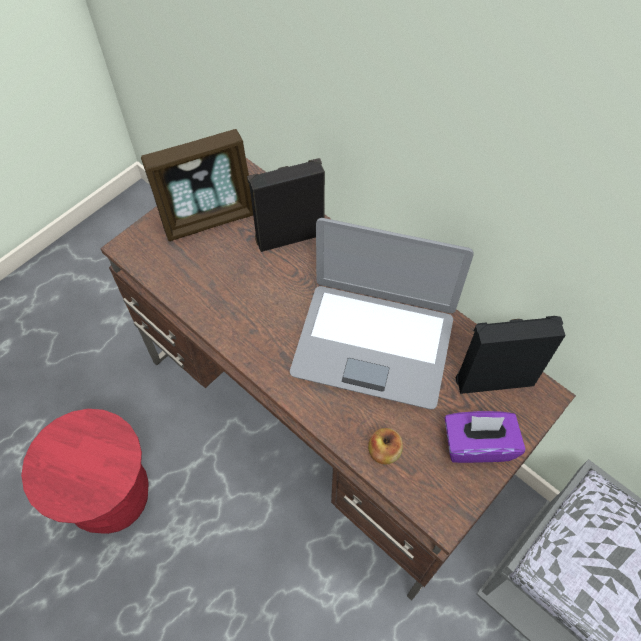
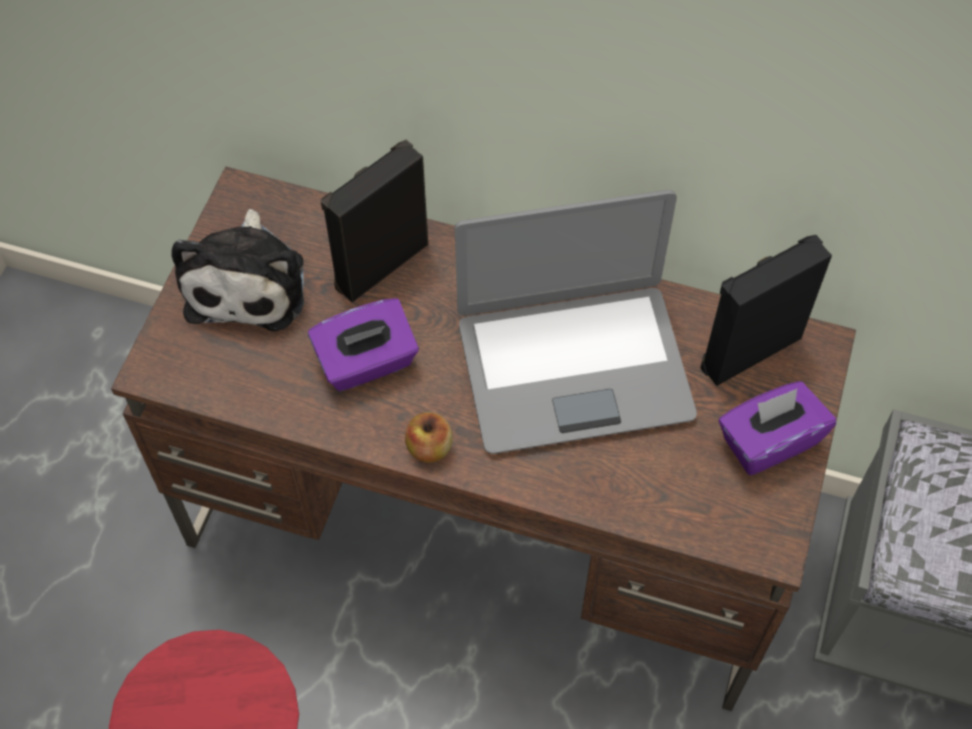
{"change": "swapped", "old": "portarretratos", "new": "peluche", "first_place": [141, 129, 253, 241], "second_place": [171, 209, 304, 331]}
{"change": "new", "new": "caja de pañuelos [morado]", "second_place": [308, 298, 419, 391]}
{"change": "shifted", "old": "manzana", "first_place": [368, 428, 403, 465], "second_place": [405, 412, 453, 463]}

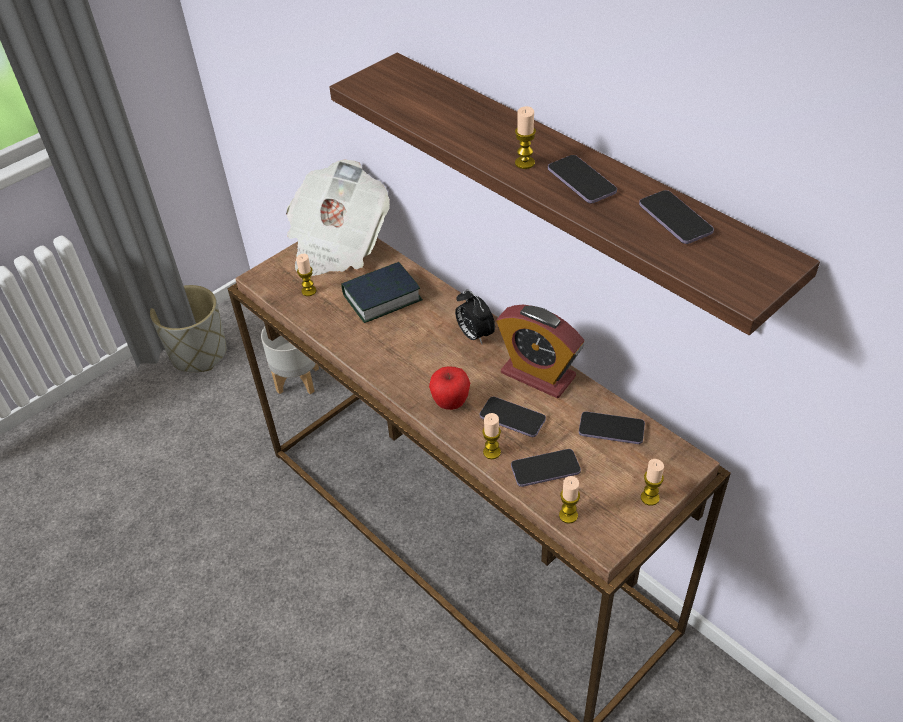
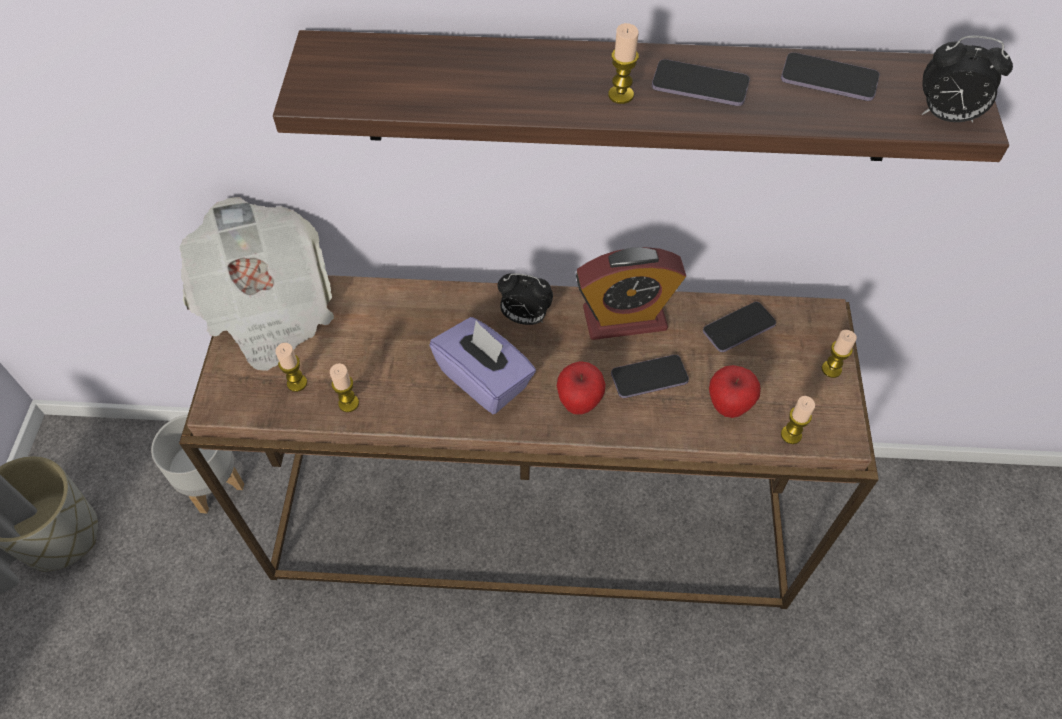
{"change": "shifted", "old": "vela", "first_place": [482, 413, 501, 459], "second_place": [330, 363, 359, 412]}
{"change": "new", "new": "caja de pañuelos [morado]", "second_place": [429, 317, 536, 414]}
{"change": "swapped", "old": "móvil", "new": "manzana", "first_place": [511, 449, 581, 487], "second_place": [709, 365, 761, 418]}
{"change": "new", "new": "despertador", "second_place": [922, 36, 1013, 123]}
{"change": "gone", "old": "libro", "first_place": [341, 262, 423, 323]}

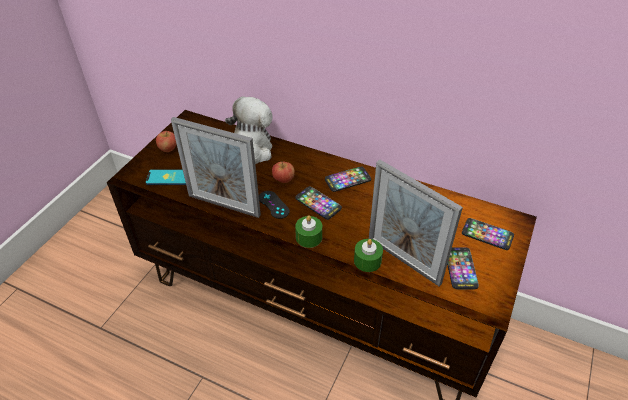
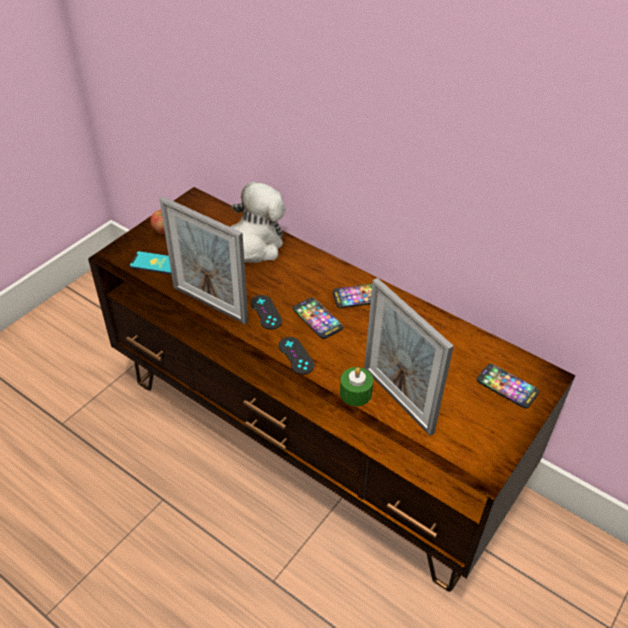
{"change": "swapped", "old": "vela [verde]", "new": "mando de consola [negro]", "first_place": [295, 215, 322, 248], "second_place": [279, 337, 314, 375]}
{"change": "gone", "old": "manzana", "first_place": [272, 161, 295, 183]}
{"change": "gone", "old": "móvil", "first_place": [447, 247, 479, 289]}

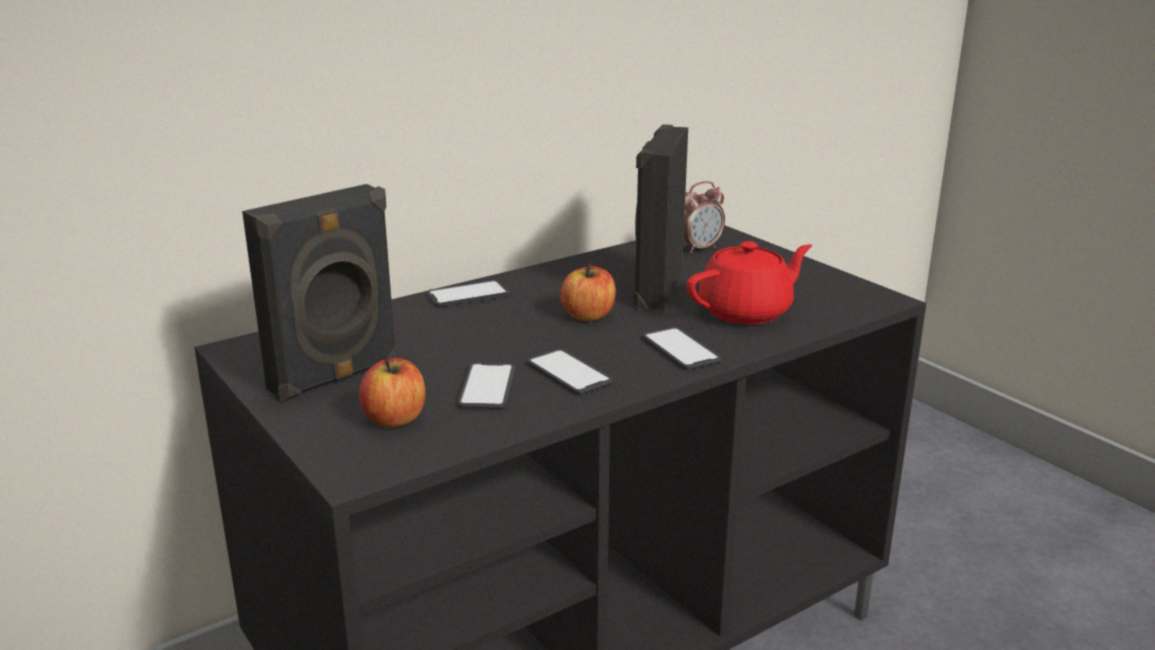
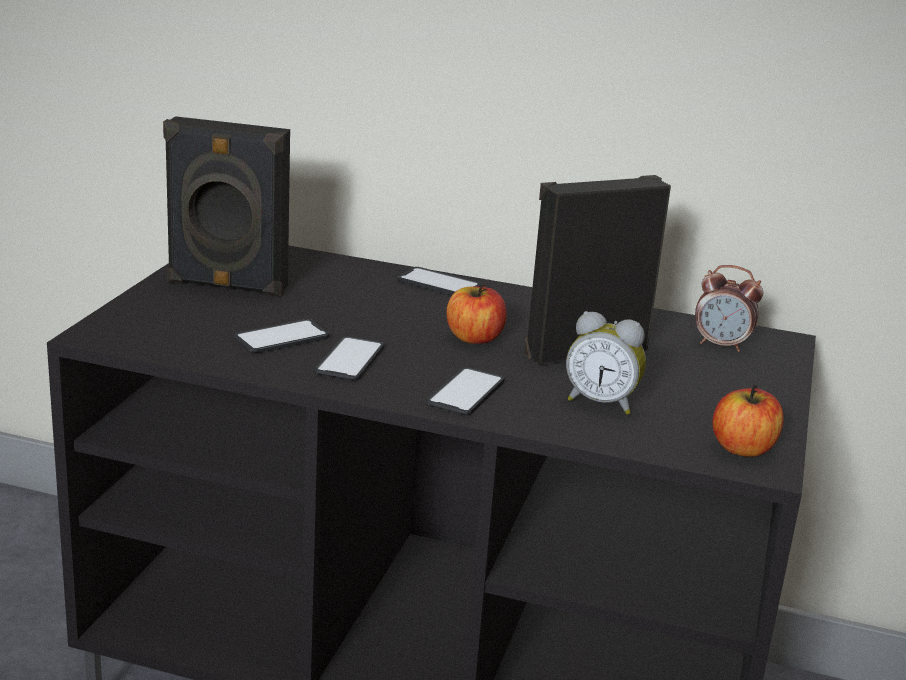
{"change": "swapped", "old": "tetera [rojo]", "new": "despertador", "first_place": [687, 241, 813, 325], "second_place": [566, 311, 646, 415]}
{"change": "shifted", "old": "manzana", "first_place": [359, 356, 425, 427], "second_place": [712, 385, 784, 457]}

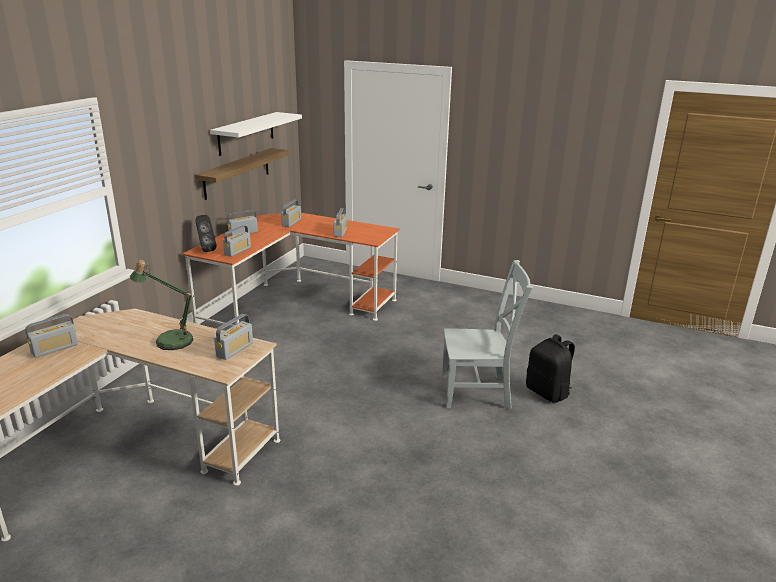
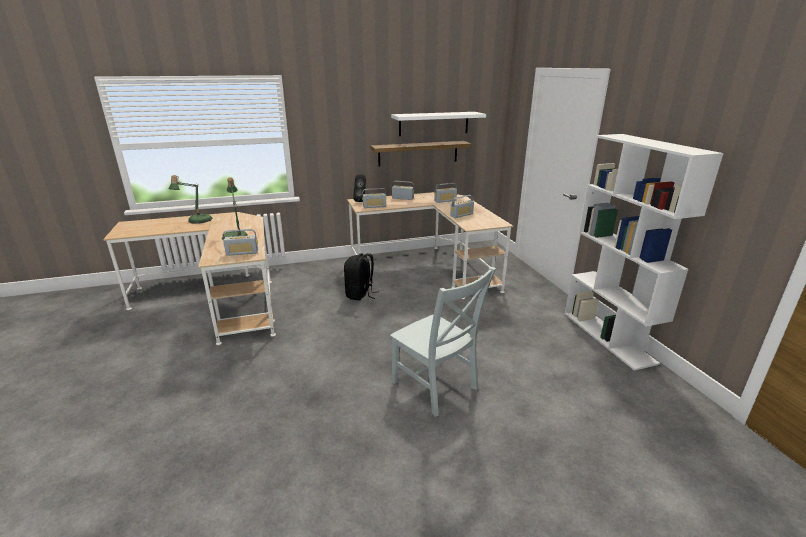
{"change": "swapped", "old": "radio", "new": "lámpara de mesa", "first_place": [25, 314, 78, 358], "second_place": [168, 175, 212, 224]}
{"change": "shifted", "old": "mochila [negro]", "first_place": [526, 334, 575, 403], "second_place": [344, 253, 375, 301]}
{"change": "repainted", "old": "escritorio [naranja]", "new": "escritorio [beis]", "first_place": [182, 213, 400, 327], "second_place": [347, 192, 513, 299]}
{"change": "new", "new": "estantería [blanco]", "second_place": [565, 134, 724, 370]}

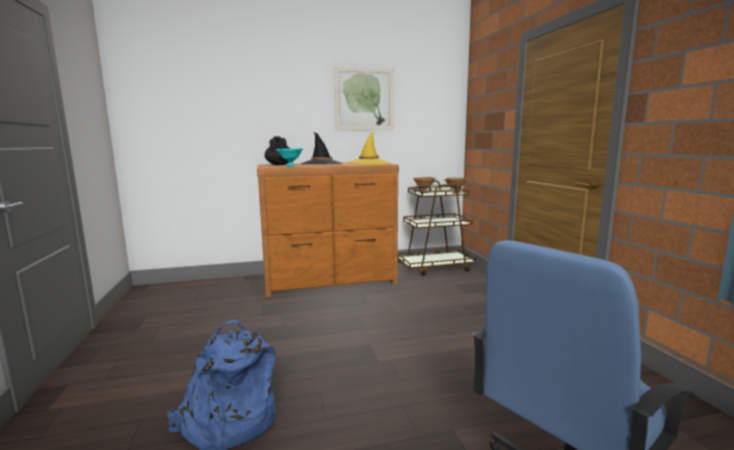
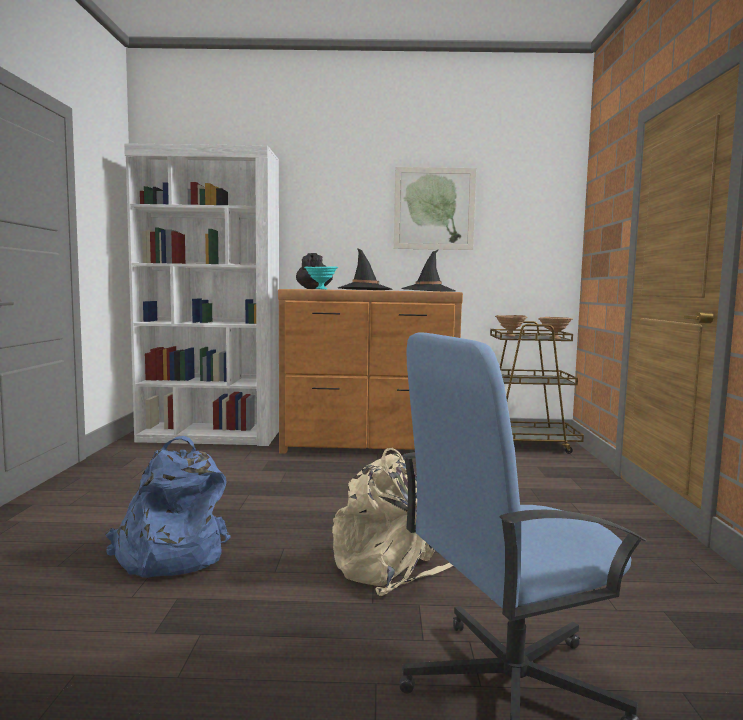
{"change": "new", "new": "estantería [blanco]", "second_place": [124, 143, 279, 446]}
{"change": "new", "new": "mochila [beis]", "second_place": [332, 448, 453, 596]}
{"change": "repainted", "old": "sombrero [amarillo]", "new": "sombrero [negro]", "first_place": [349, 132, 389, 164], "second_place": [401, 250, 456, 292]}

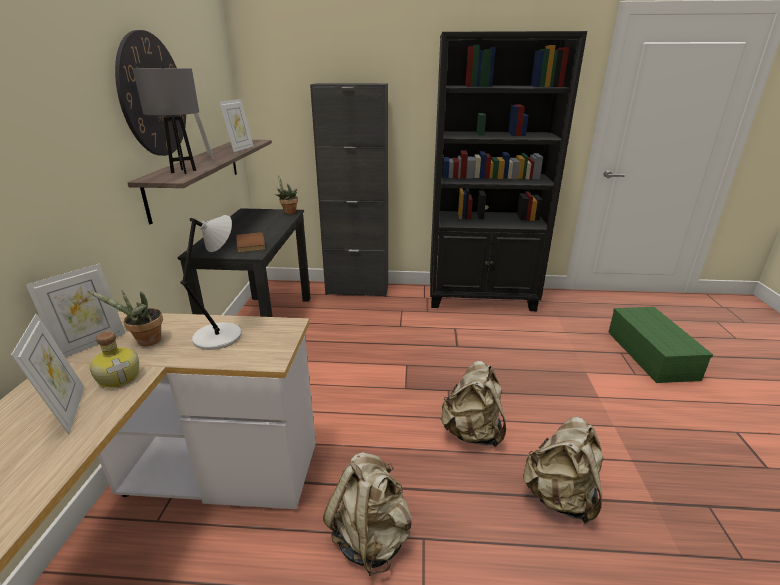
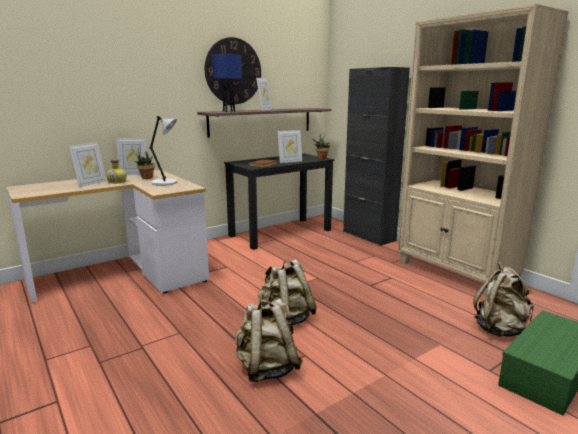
{"change": "repainted", "old": "lámpara de mesa [gris]", "new": "lámpara de mesa [azul]", "first_place": [133, 68, 199, 174], "second_place": [212, 54, 242, 112]}
{"change": "shifted", "old": "portarretratos", "first_place": [219, 99, 253, 152], "second_place": [278, 130, 302, 163]}
{"change": "repainted", "old": "estantería [negro]", "new": "estantería [beis]", "first_place": [430, 31, 587, 311], "second_place": [398, 4, 569, 297]}
{"change": "shifted", "old": "mochila [beis]", "first_place": [323, 452, 412, 576], "second_place": [473, 262, 534, 337]}

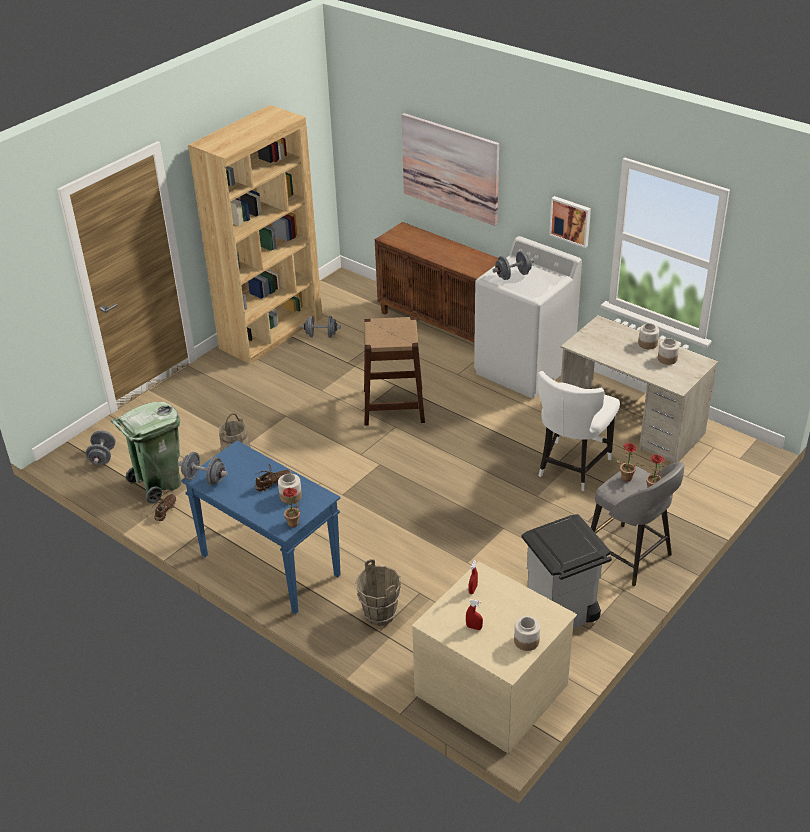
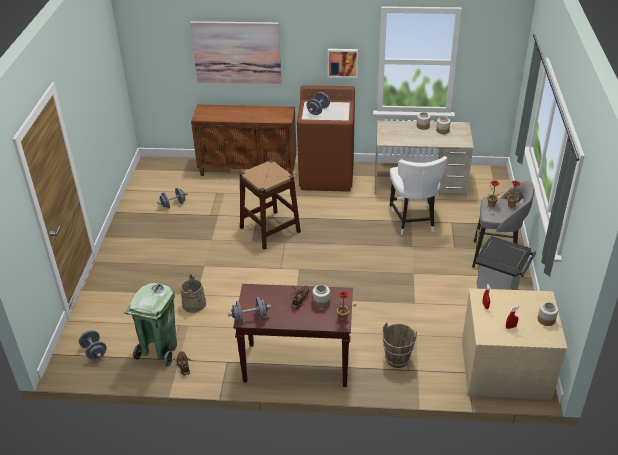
{"change": "repainted", "old": "mesa consola [azul]", "new": "mesa consola [marrón]", "first_place": [181, 441, 341, 614], "second_place": [233, 284, 353, 387]}
{"change": "repainted", "old": "lavadora [blanco]", "new": "lavadora [marrón]", "first_place": [474, 236, 582, 399], "second_place": [297, 85, 355, 192]}
{"change": "gone", "old": "estantería [marrón]", "first_place": [188, 105, 323, 364]}

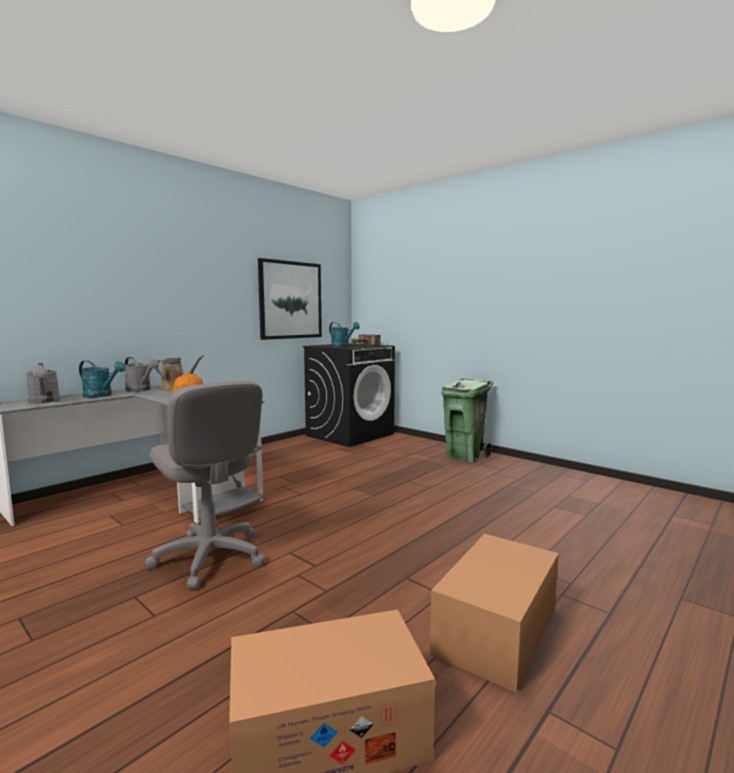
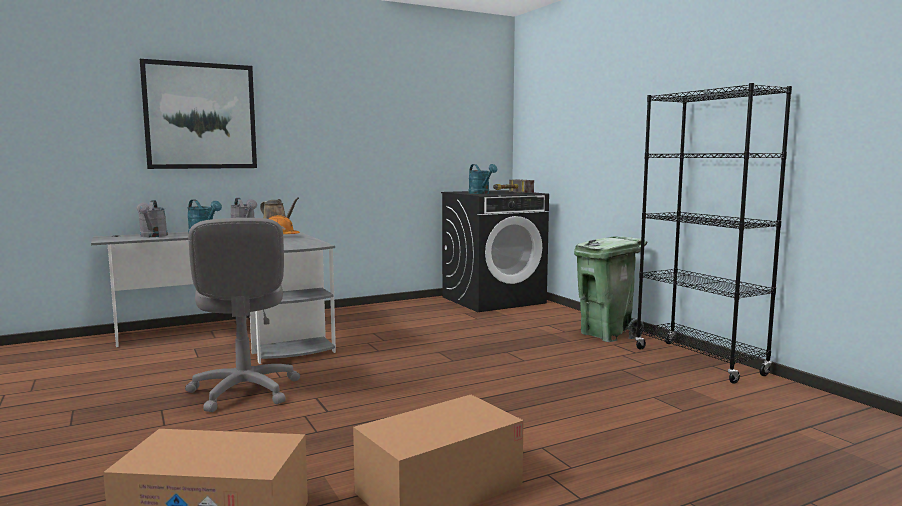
{"change": "shifted", "old": "cuadro", "first_place": [258, 258, 322, 340], "second_place": [140, 59, 257, 169]}
{"change": "new", "new": "estantería [negro]", "second_place": [635, 83, 792, 384]}

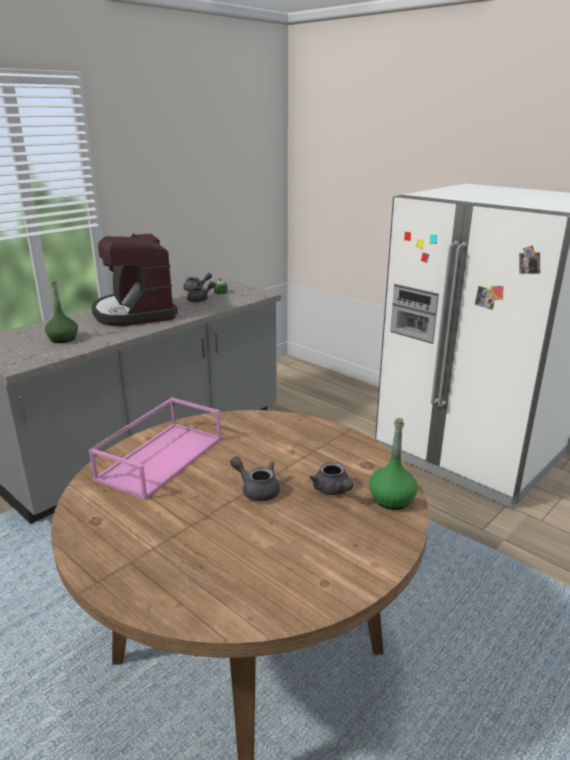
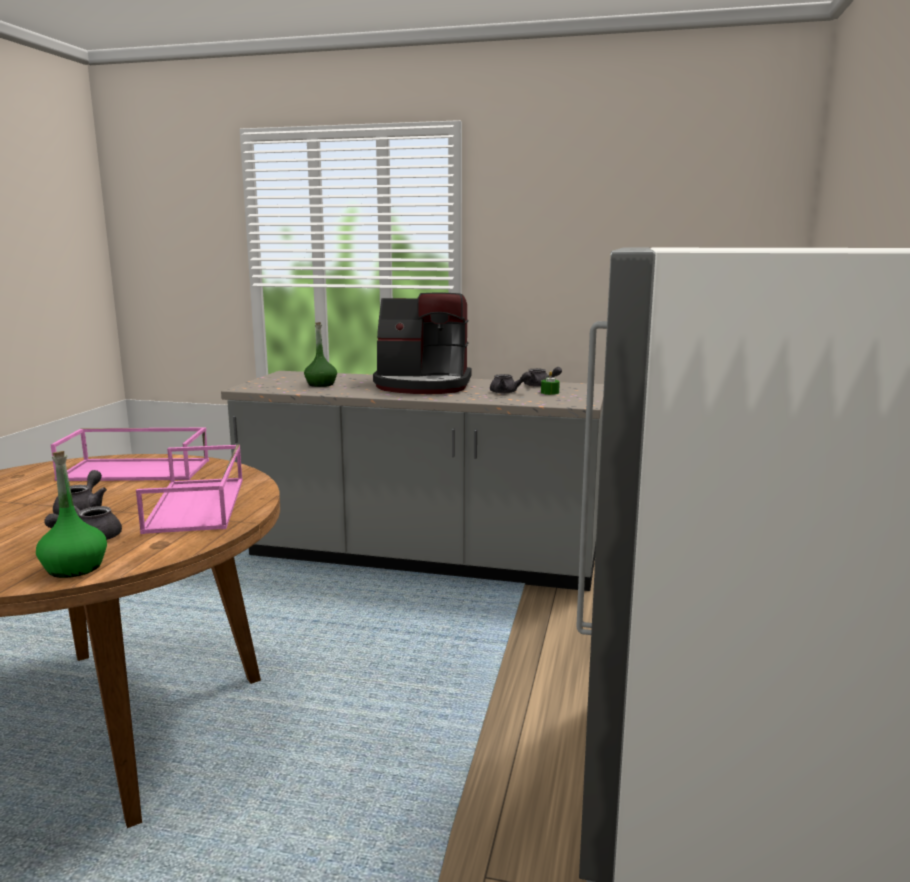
{"change": "new", "new": "bandeja [rosa]", "second_place": [136, 445, 243, 534]}
{"change": "rotated", "old": "cafetera", "first_place": [91, 234, 178, 326], "second_place": [373, 293, 472, 394], "degrees": -120}

